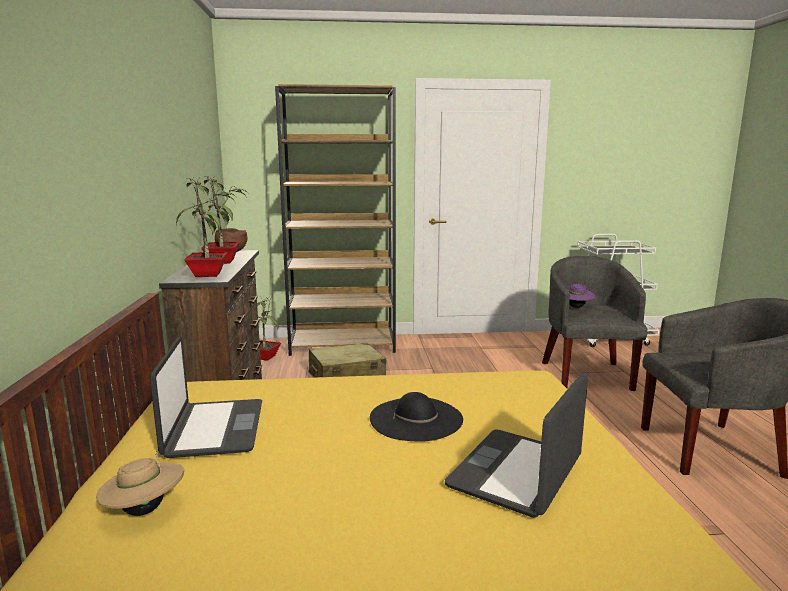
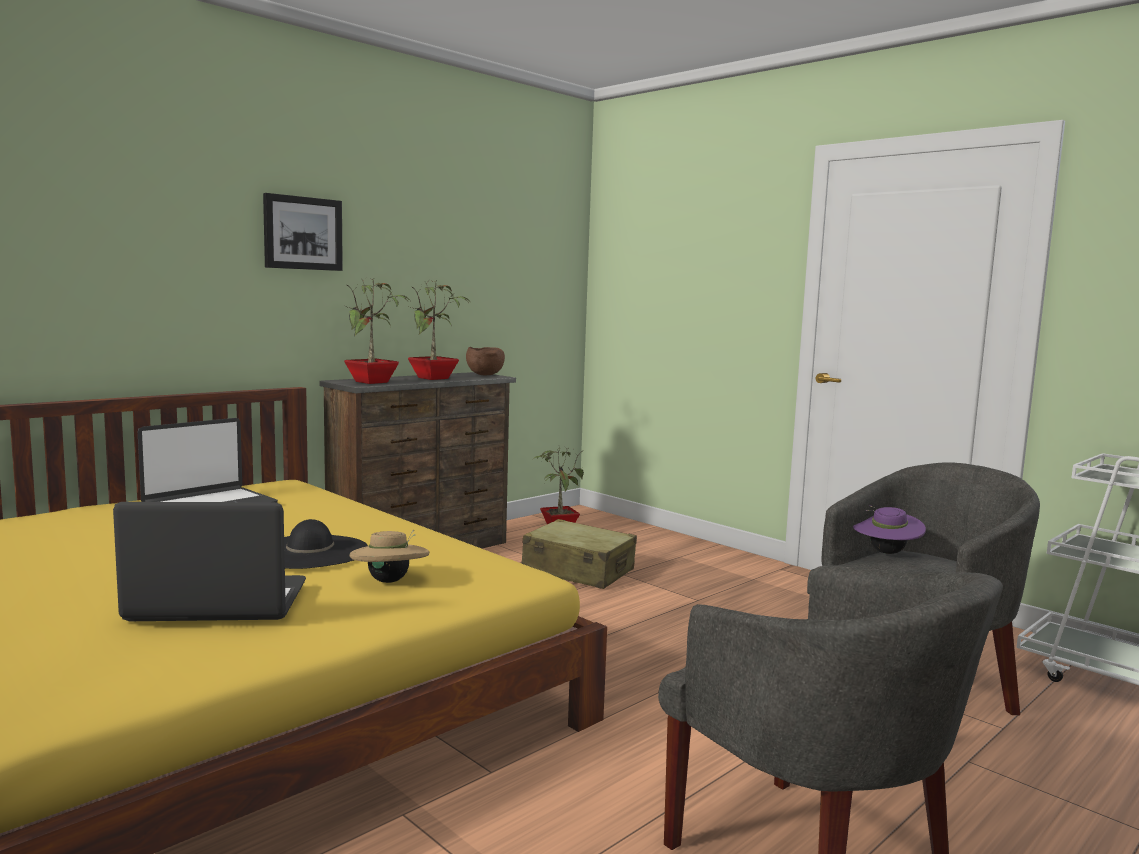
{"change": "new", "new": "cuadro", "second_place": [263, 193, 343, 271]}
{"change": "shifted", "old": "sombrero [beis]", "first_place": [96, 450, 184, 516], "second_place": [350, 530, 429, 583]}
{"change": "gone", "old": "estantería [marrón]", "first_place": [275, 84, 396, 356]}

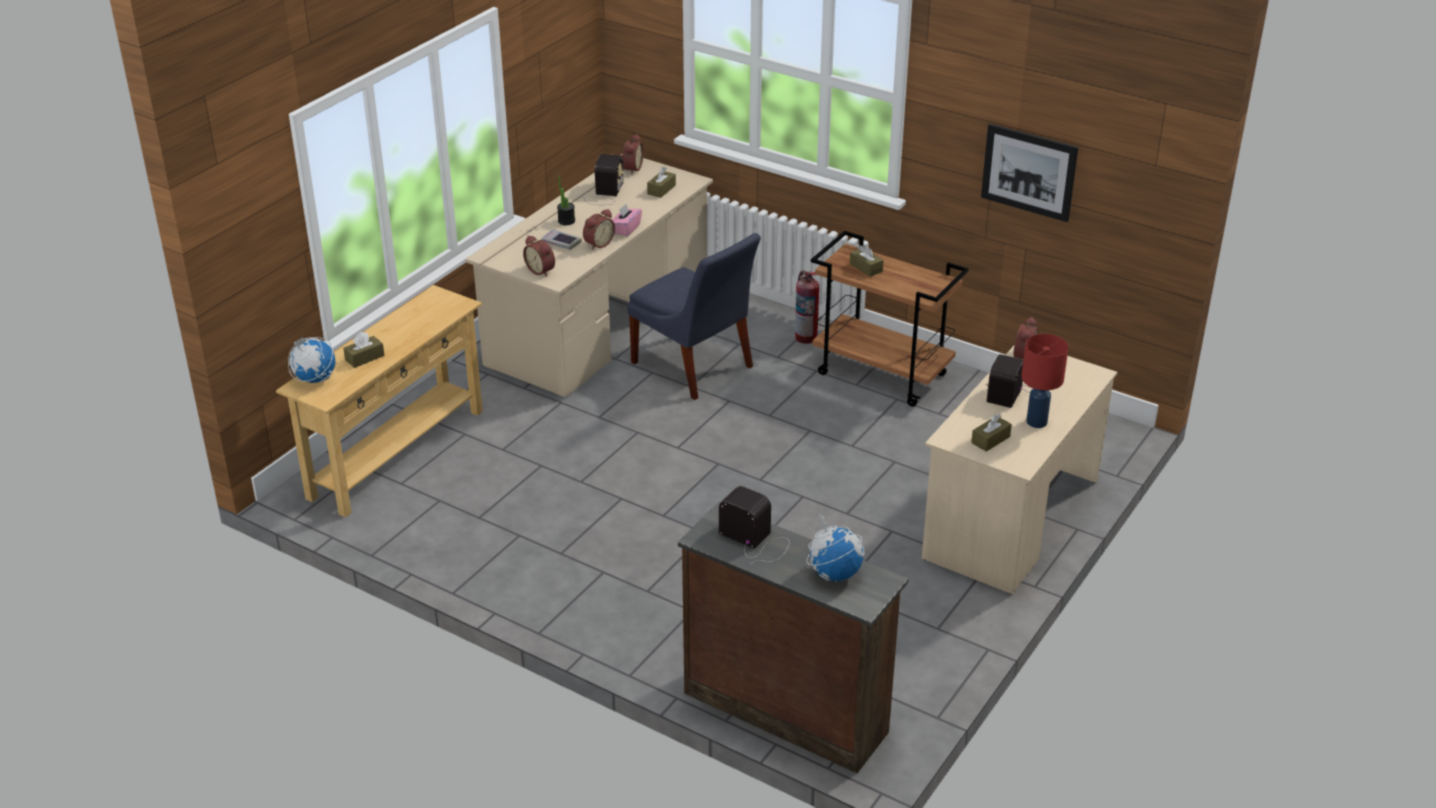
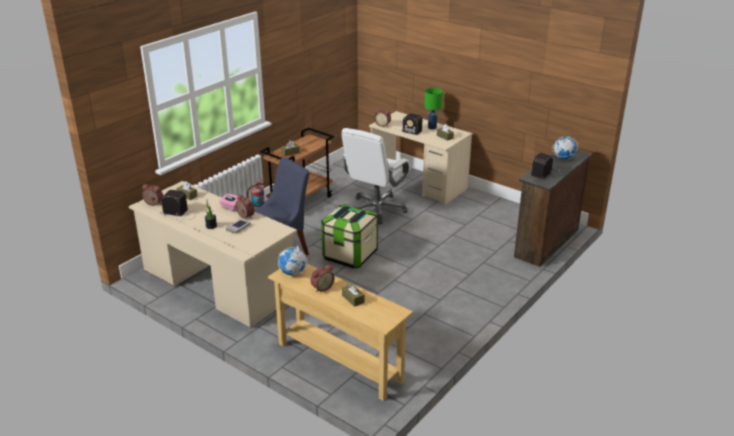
{"change": "shifted", "old": "globo terráqueo", "first_place": [288, 337, 335, 383], "second_place": [278, 244, 308, 276]}
{"change": "shifted", "old": "despertador", "first_place": [523, 235, 555, 277], "second_place": [310, 264, 334, 292]}
{"change": "new", "new": "caja de almacenaje", "second_place": [321, 204, 378, 268]}
{"change": "new", "new": "silla de oficina [blanco]", "second_place": [341, 128, 411, 224]}
{"change": "repainted", "old": "lámpara de mesa [rojo]", "new": "lámpara de mesa [verde]", "first_place": [1021, 334, 1069, 428], "second_place": [424, 88, 443, 130]}
{"change": "gone", "old": "cuadro", "first_place": [981, 124, 1078, 222]}

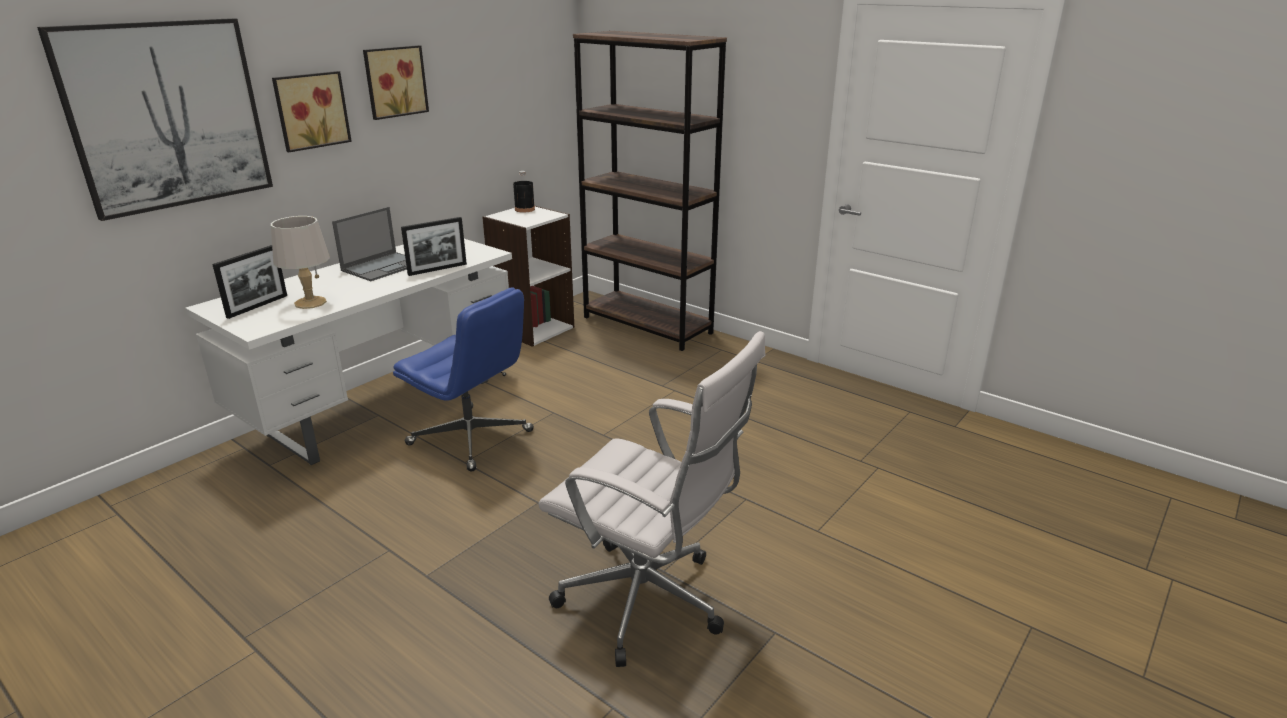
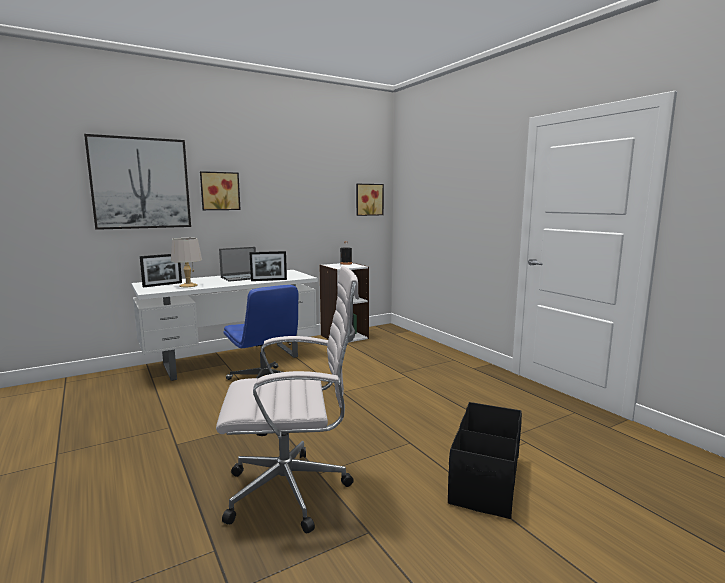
{"change": "rotated", "old": "silla de oficina [blanco]", "first_place": [538, 331, 765, 667], "second_place": [216, 266, 359, 534], "degrees": -60}
{"change": "shifted", "old": "cuadro", "first_place": [363, 45, 429, 120], "second_place": [356, 184, 384, 216]}
{"change": "new", "new": "caja de almacenaje [negro]", "second_place": [448, 402, 522, 519]}
{"change": "gone", "old": "estantería [marrón]", "first_place": [573, 31, 727, 351]}

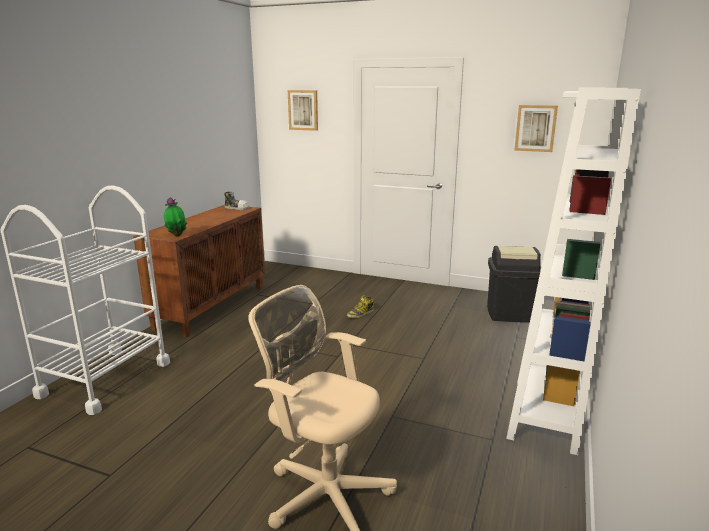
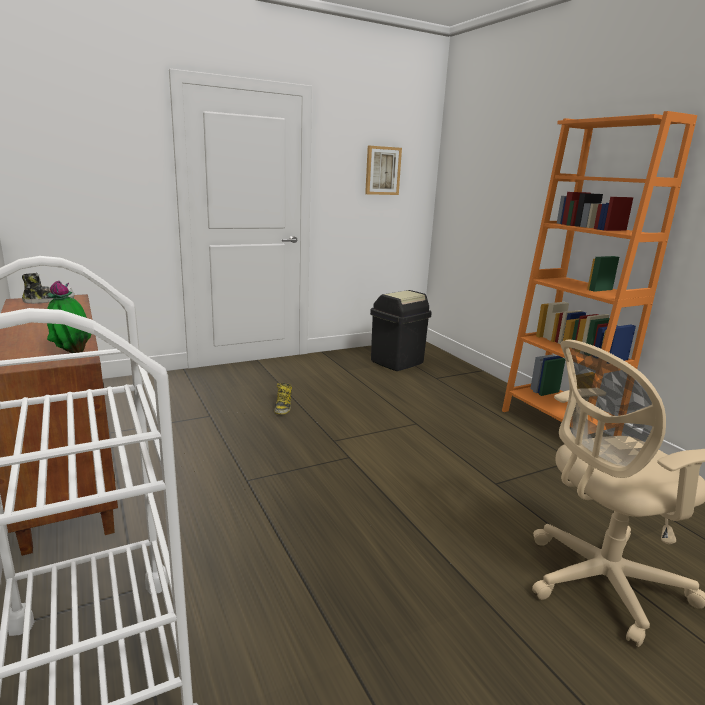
{"change": "repainted", "old": "estantería [blanco]", "new": "estantería [naranja]", "first_place": [506, 88, 641, 455], "second_place": [502, 111, 697, 430]}
{"change": "gone", "old": "cuadro", "first_place": [288, 90, 318, 131]}

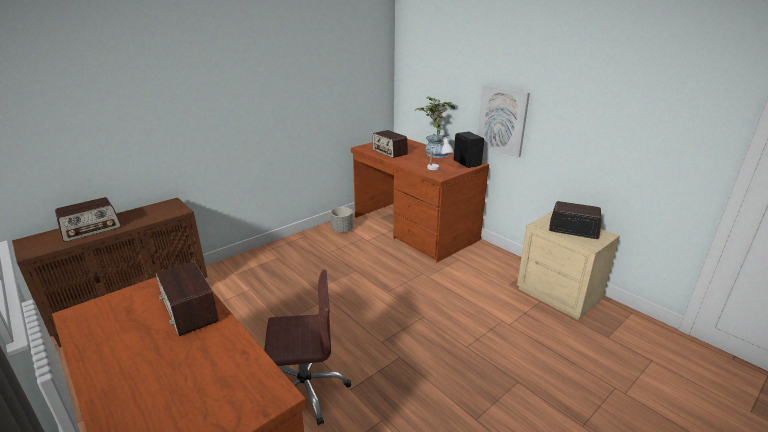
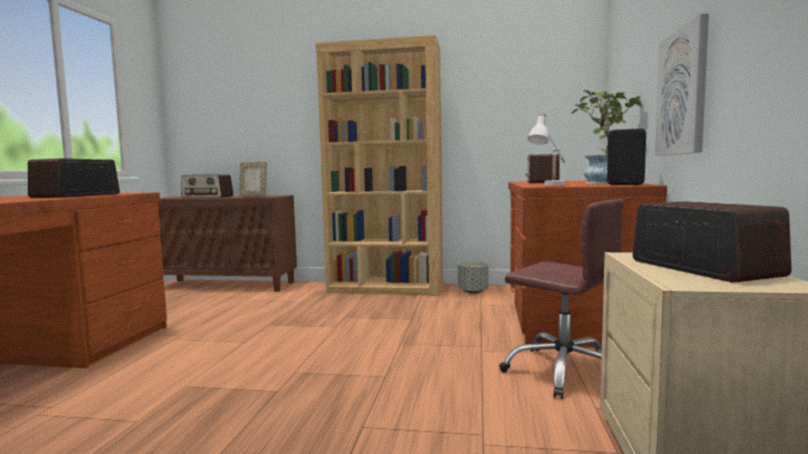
{"change": "new", "new": "portarretratos", "second_place": [239, 162, 267, 197]}
{"change": "new", "new": "estantería [marrón]", "second_place": [316, 35, 443, 296]}
{"change": "shifted", "old": "silla de oficina [marrón]", "first_place": [264, 269, 351, 426], "second_place": [499, 199, 625, 399]}

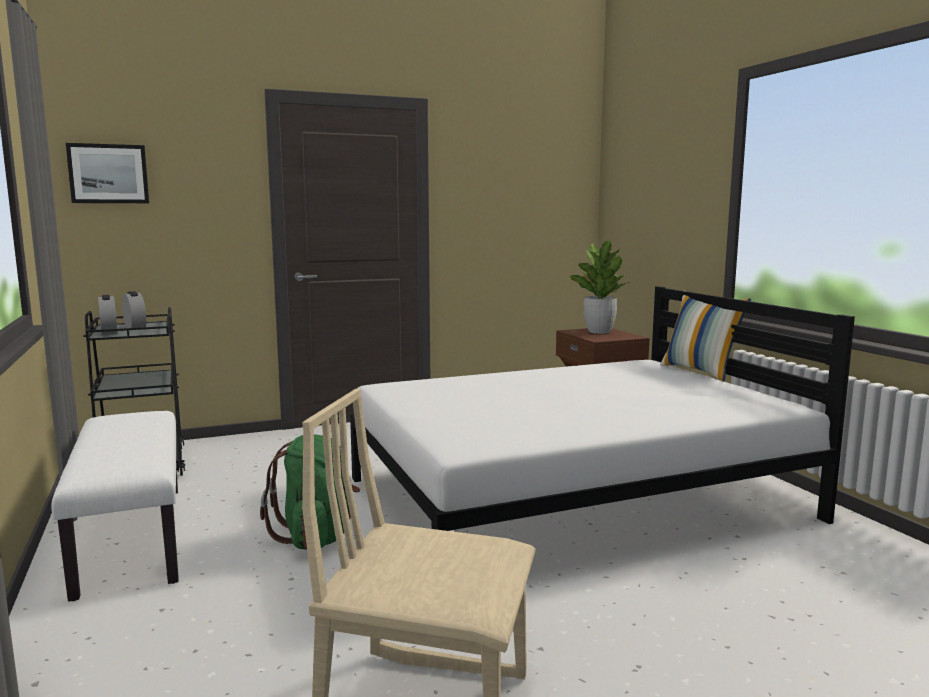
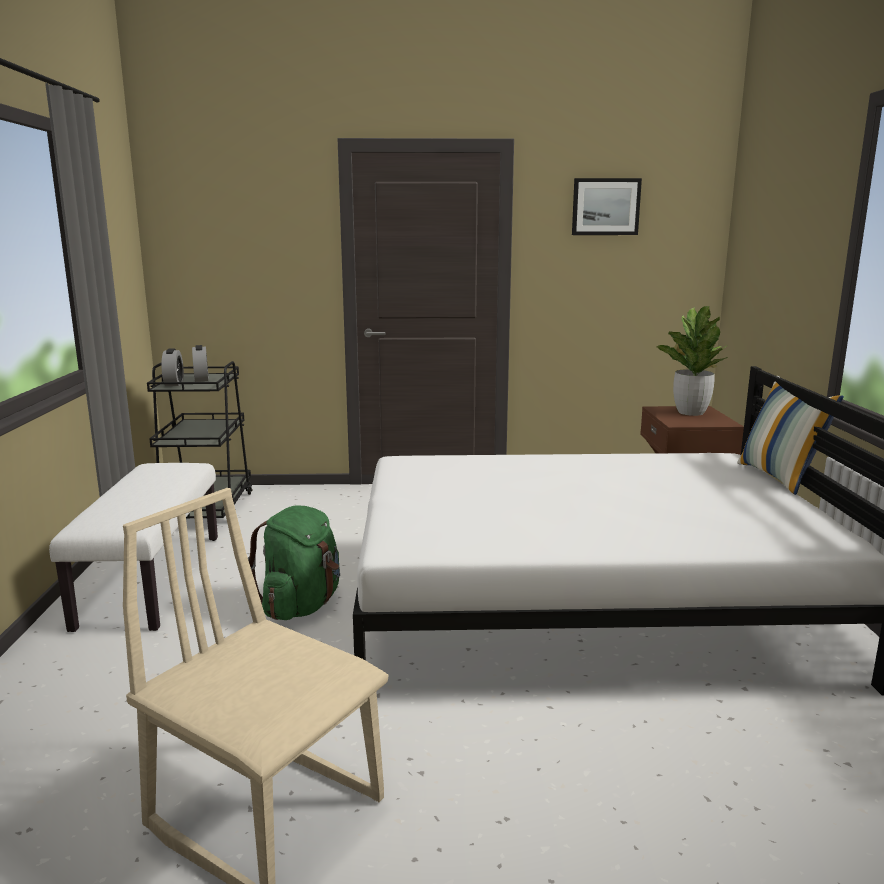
{"change": "shifted", "old": "cuadro", "first_place": [66, 143, 149, 203], "second_place": [572, 178, 642, 235]}

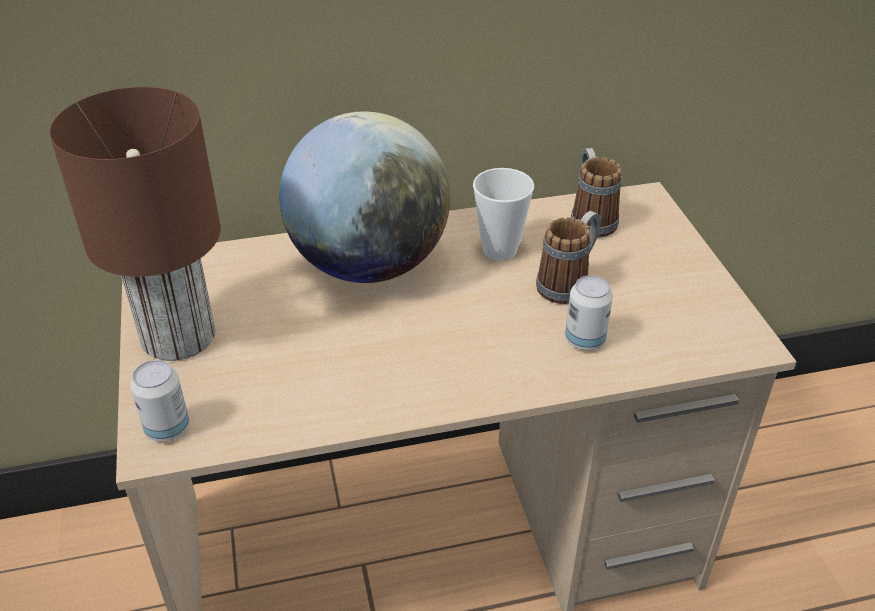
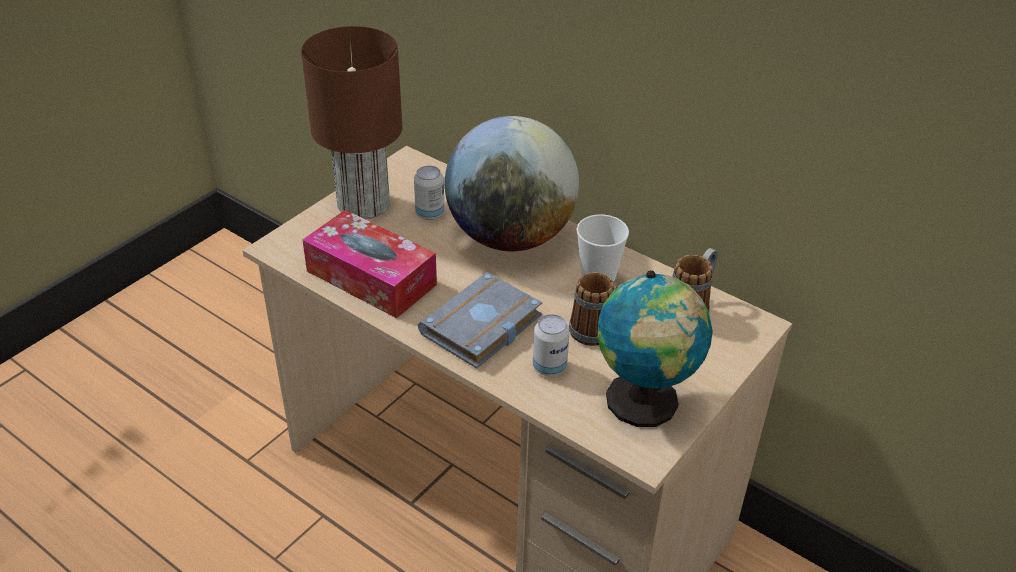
{"change": "new", "new": "caja de pañuelos", "second_place": [302, 210, 437, 318]}
{"change": "shifted", "old": "lata", "first_place": [130, 360, 189, 441], "second_place": [414, 166, 445, 220]}
{"change": "new", "new": "libro [gris]", "second_place": [418, 272, 542, 369]}
{"change": "new", "new": "globo terráqueo", "second_place": [597, 270, 713, 427]}

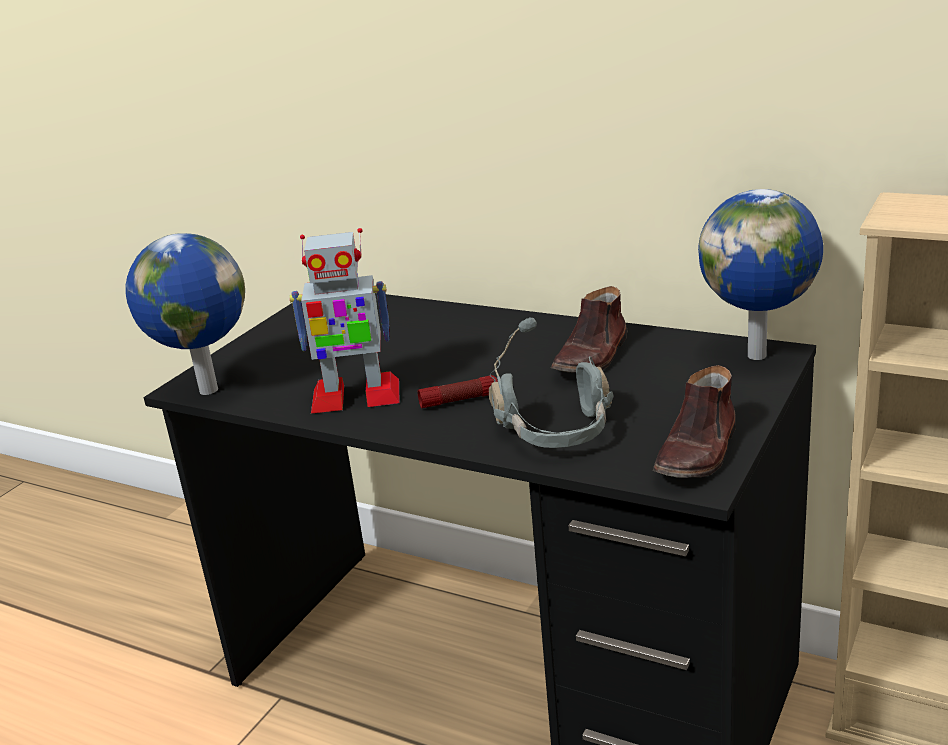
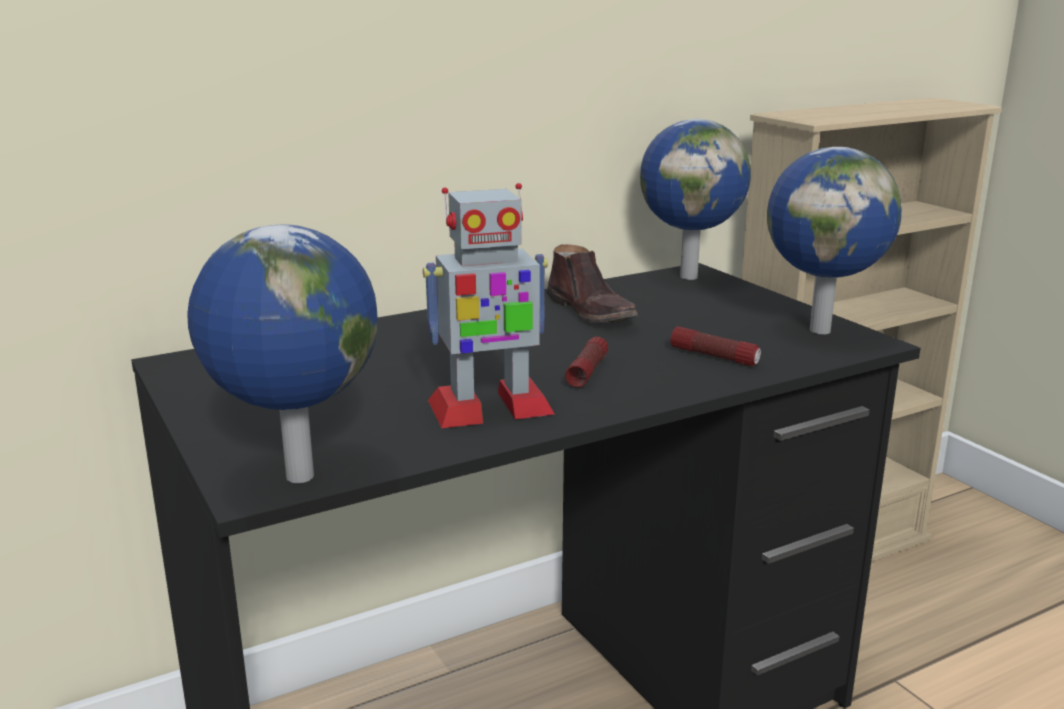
{"change": "rotated", "old": "robot de juguete", "first_place": [289, 228, 400, 414], "second_place": [423, 183, 554, 428], "degrees": 45}
{"change": "swapped", "old": "auriculares [gris]", "new": "linterna", "first_place": [489, 317, 614, 448], "second_place": [671, 326, 761, 366]}
{"change": "swapped", "old": "zapato [marrón]", "new": "globo terráqueo", "first_place": [653, 365, 736, 478], "second_place": [767, 147, 902, 334]}

